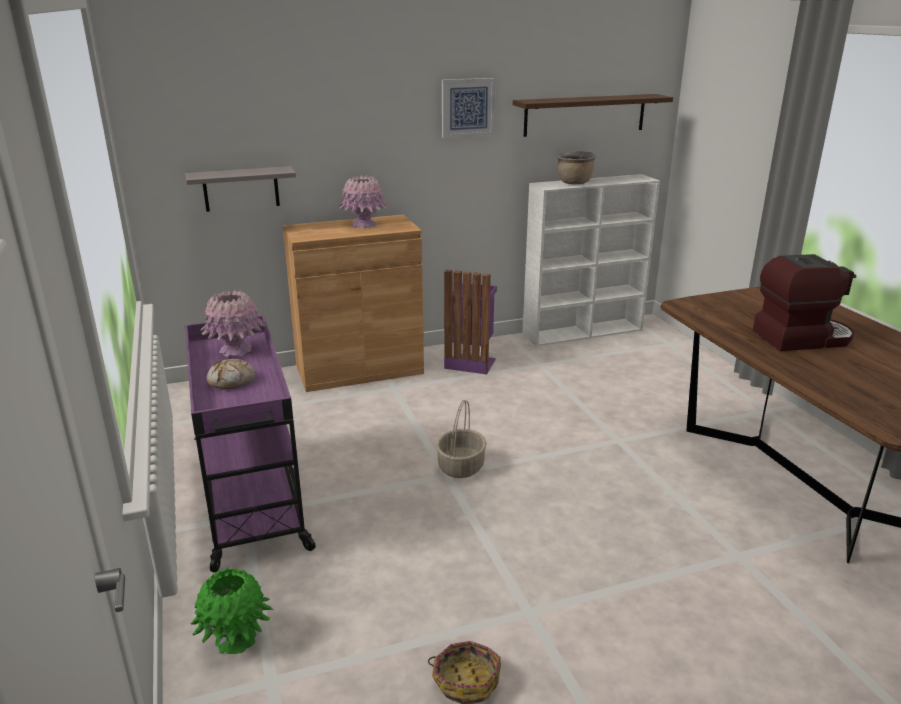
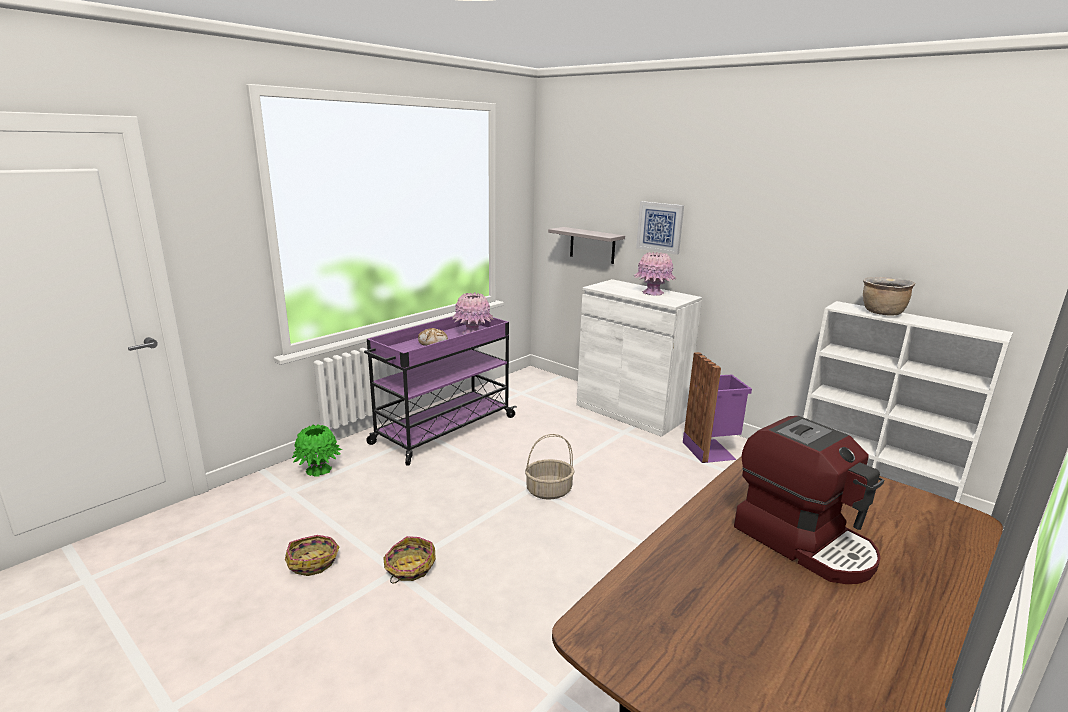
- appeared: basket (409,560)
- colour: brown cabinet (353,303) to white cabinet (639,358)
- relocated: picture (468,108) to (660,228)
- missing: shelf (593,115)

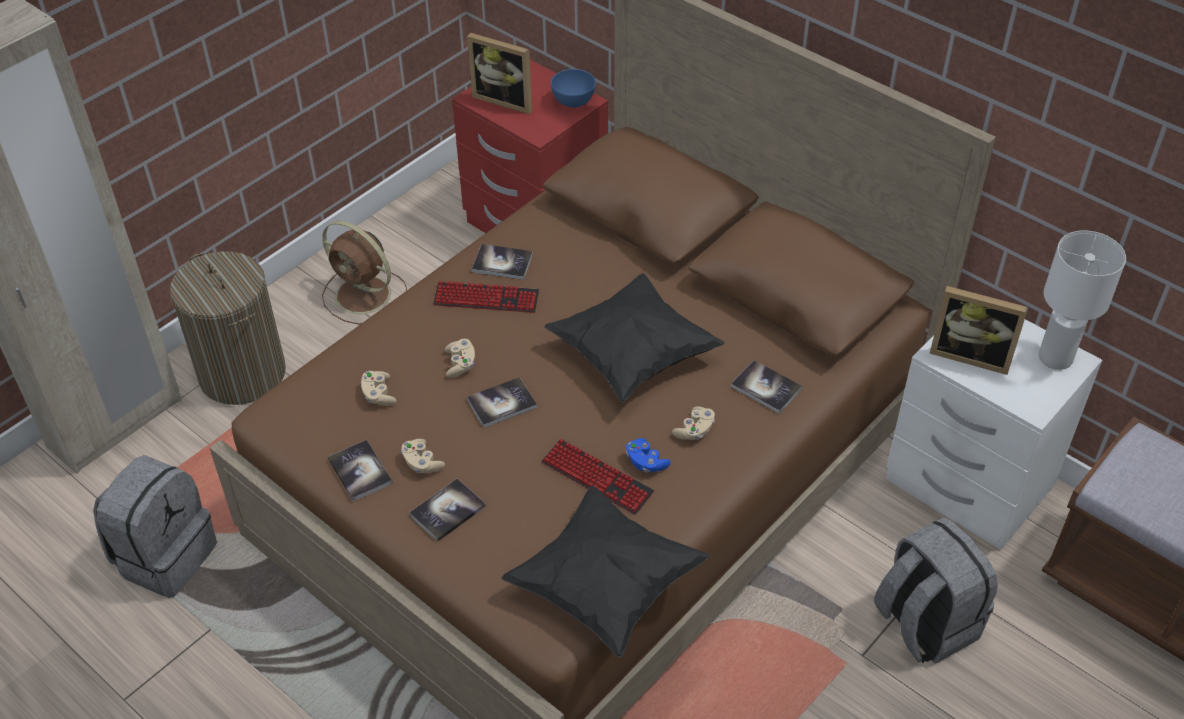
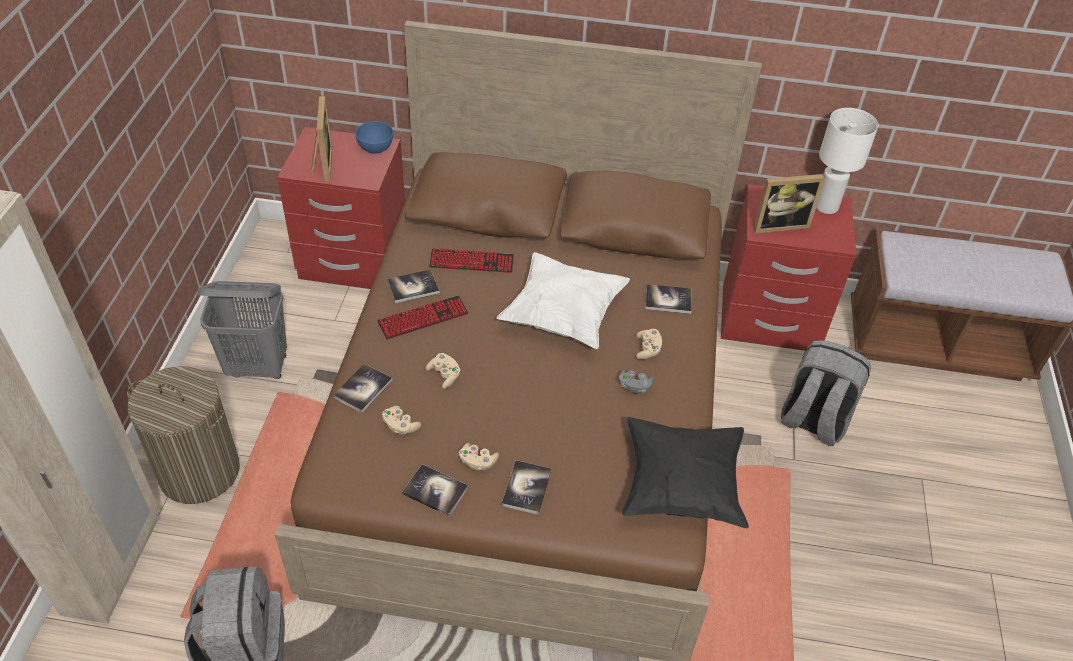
- exchanged: brown fan (364,273) to grey laundry basket (242,330)
- spun: picture frame (499,73) = (321,138) 90 degrees counterclockwise
- relocated: book (502,402) to (363,388)
- relocated: keyboard (597,477) to (471,260)
- colour: black pillow (634,337) to white pillow (563,300)
- colour: blue game controller (648,455) to grey game controller (636,381)
- colour: white nightstand (994,434) to red nightstand (788,267)

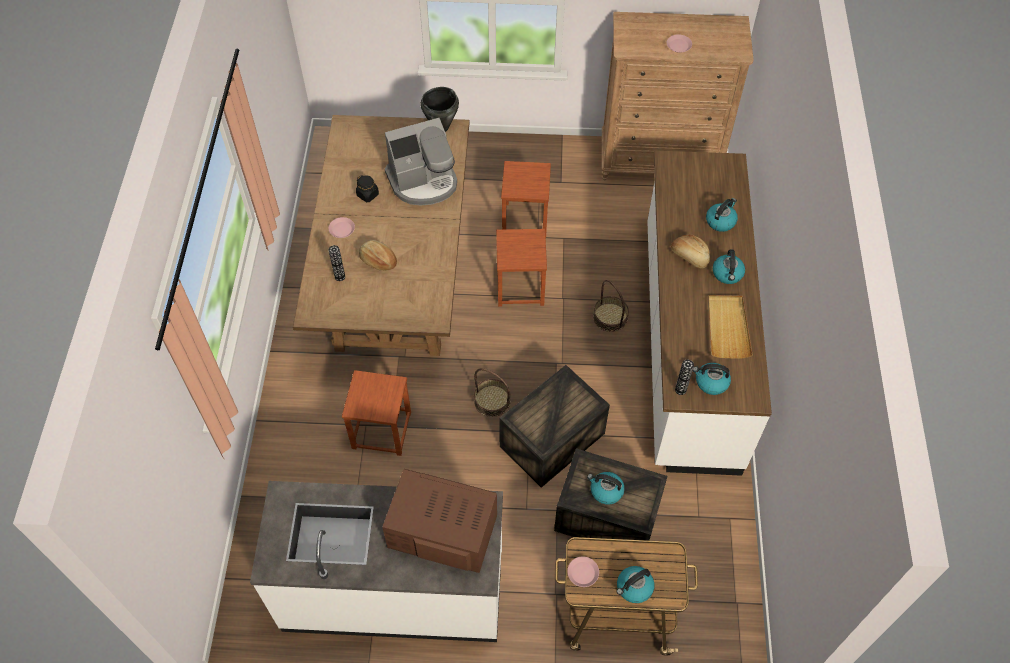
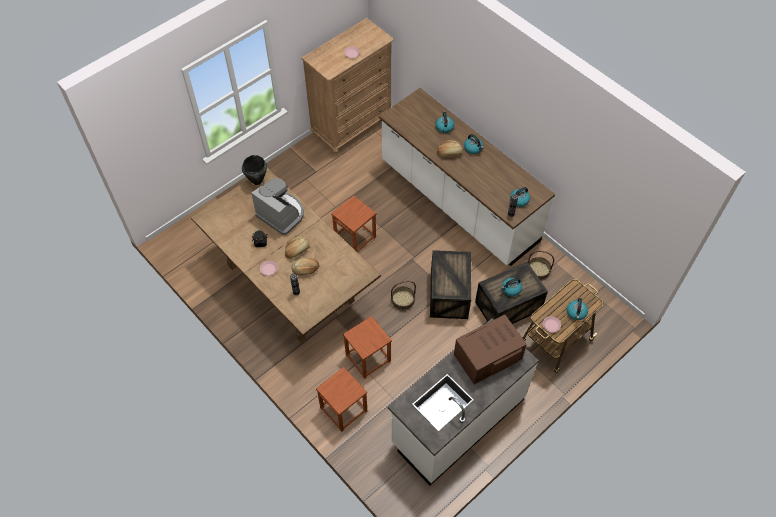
- spun: coffee machine (421,162) = (277,206) 75 degrees counterclockwise
- appeared: bread (297,248)
- relocated: brown stool (526,199) to (341,399)
- relocated: basket (611,306) to (541,265)
- missing: beige tray (730,326)

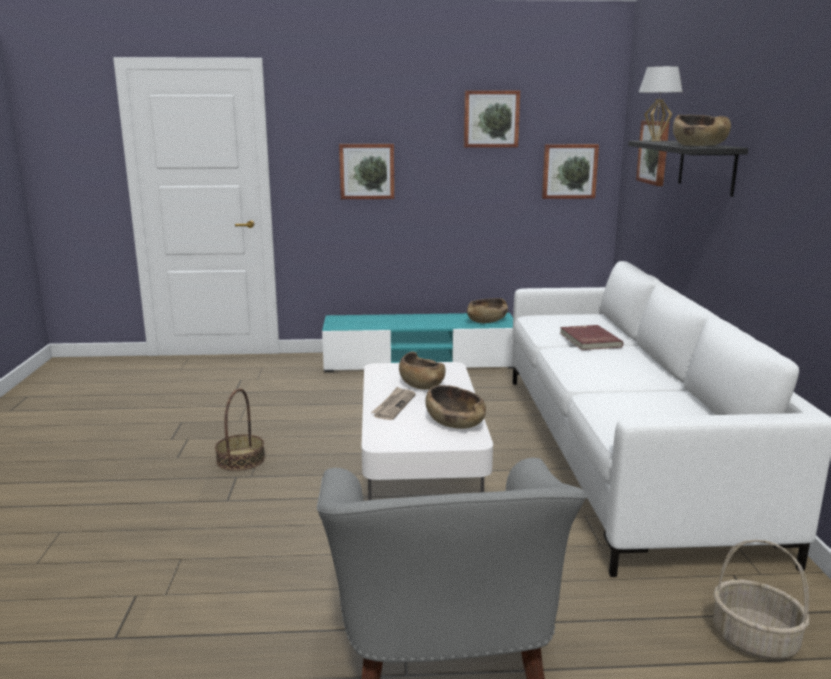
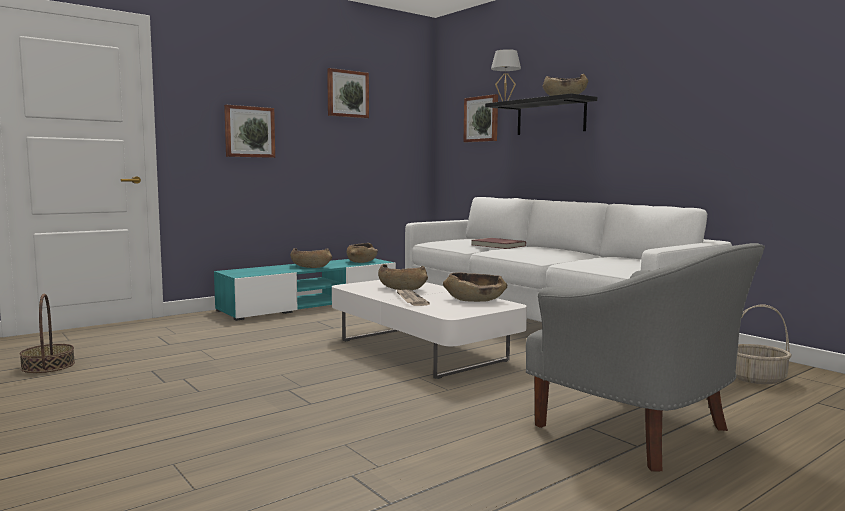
- relocated: basket (240,429) to (47,333)
- appeared: brown bowl (311,258)
- missing: picture (570,171)

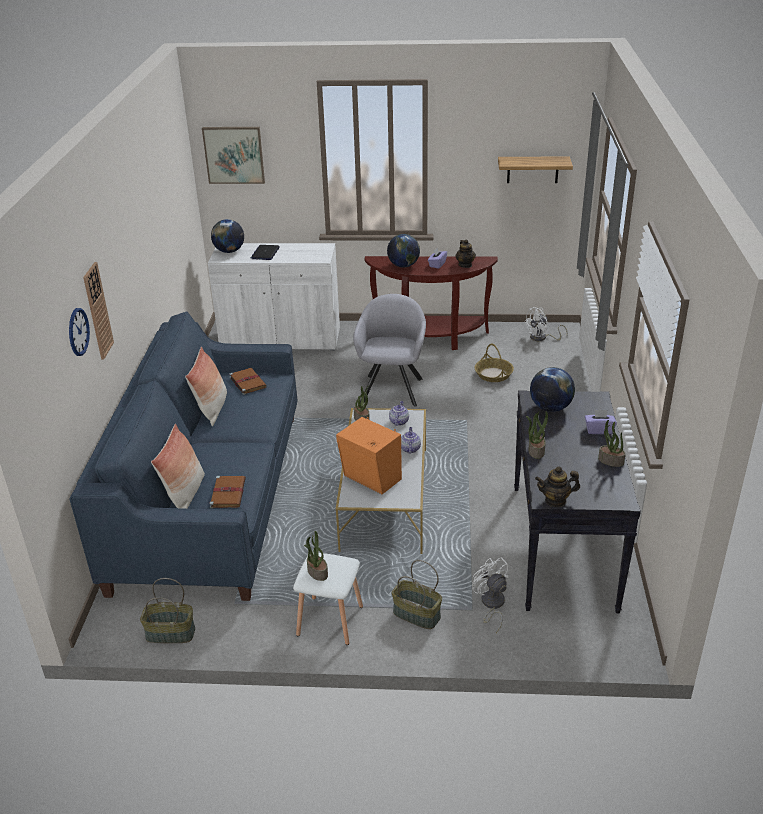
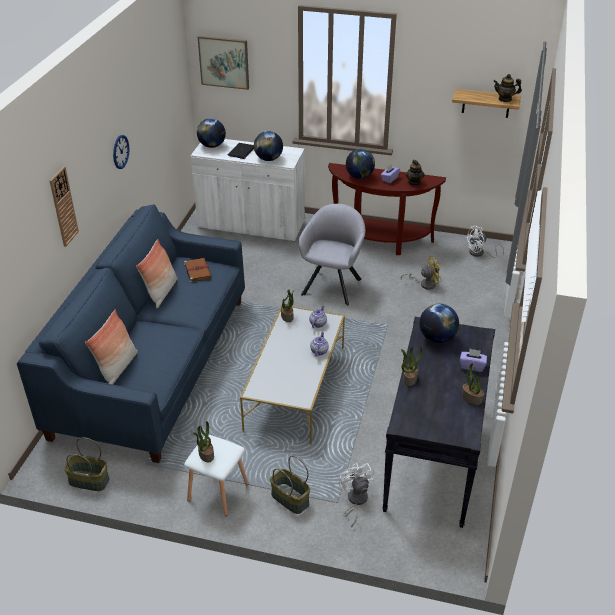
- relocated: wall clock (79,332) to (121,152)
- appeared: globe (268,146)
- exchanged: basket (494,363) to yellow fan (421,273)
- relocated: teapot (557,487) to (507,88)
- missing: brown book (227,492)
- missing: orange speaker (369,455)

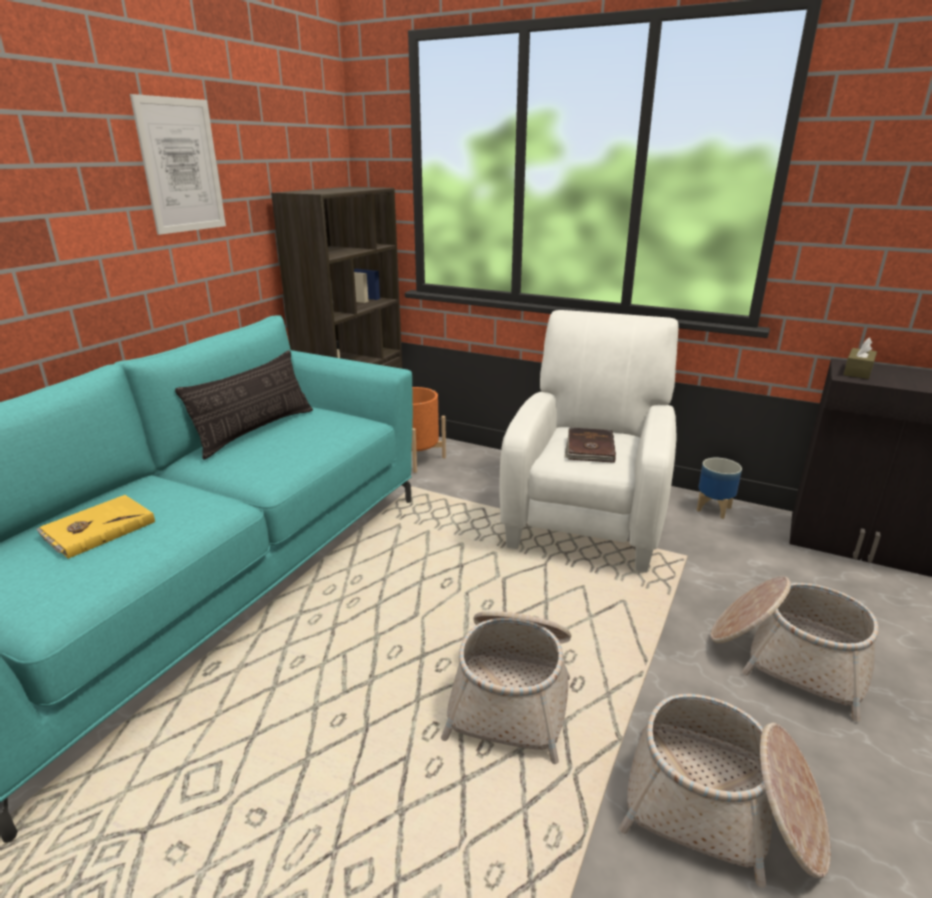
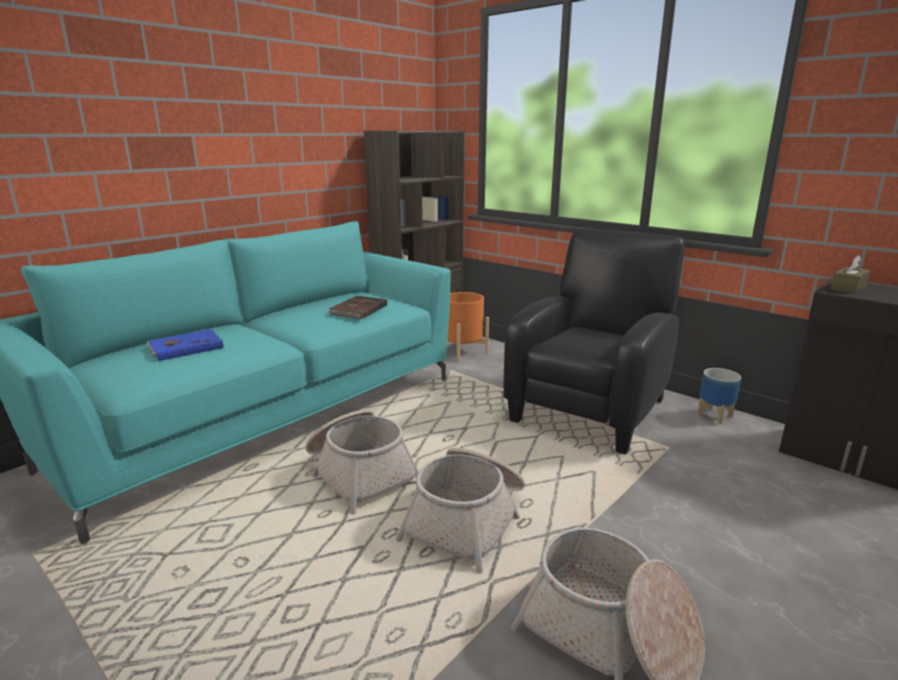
- colour: yellow book (95,527) to blue book (185,345)
- relocated: basket (794,649) to (362,462)
- relocated: brown book (590,445) to (357,307)
- colour: white armchair (589,441) to black armchair (594,341)
- missing: picture (178,164)
- missing: pillow (244,405)

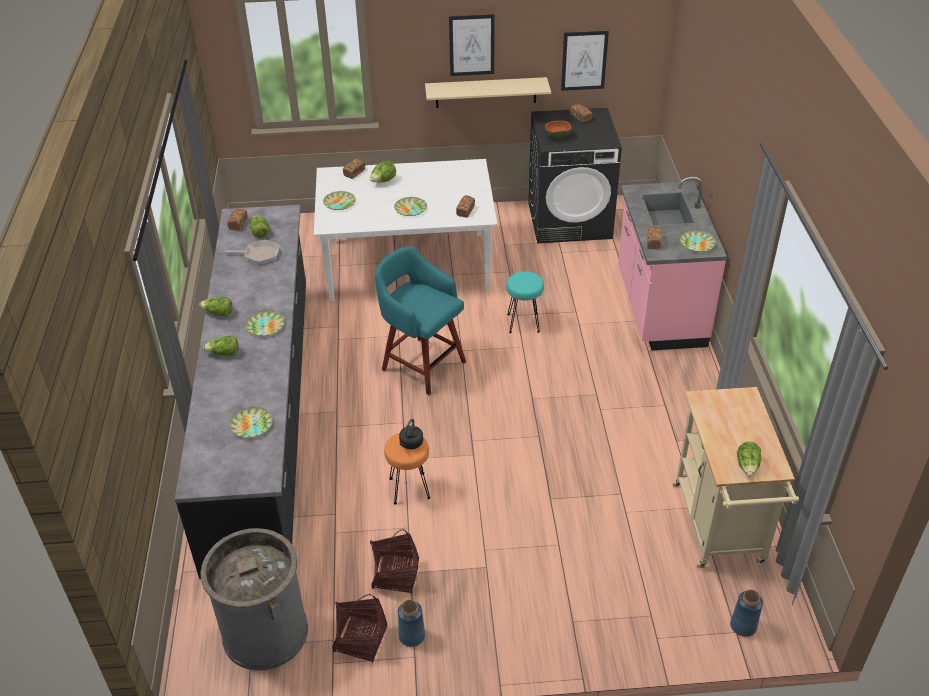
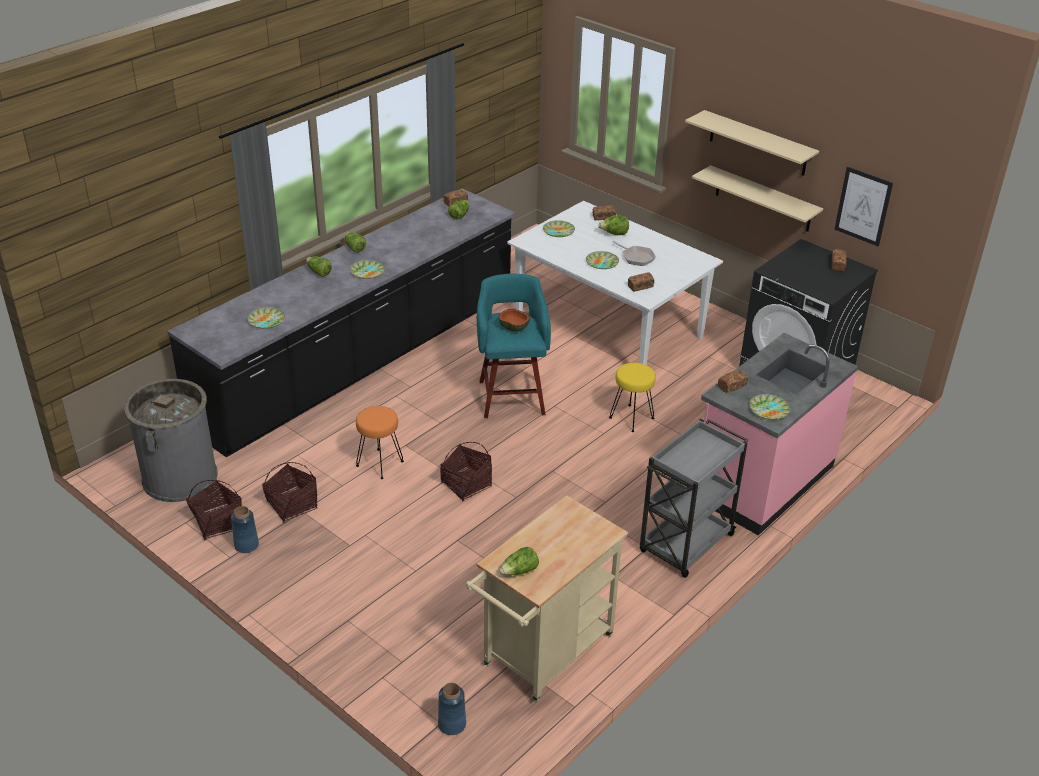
- appeared: basket (466,472)
- relocated: bowl (558,129) to (514,320)
- colour: turquoise stool (525,302) to yellow stool (632,397)
- relocated: frying pan (251,252) to (634,253)
- appeared: grey cart (694,498)
- exchanged: picture (472,45) to beige shelf (752,143)
- missing: black kettle (411,434)

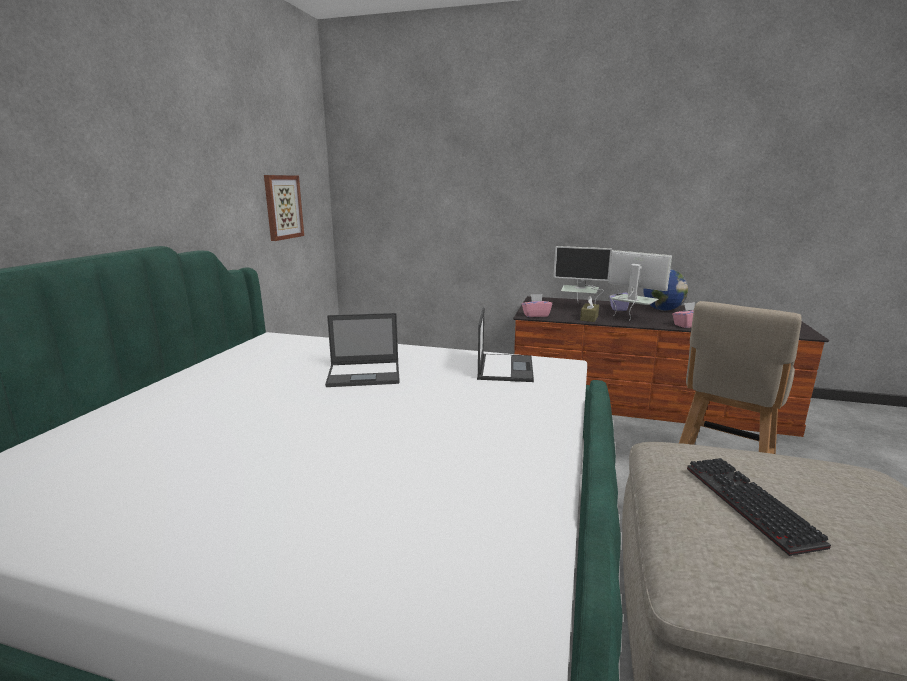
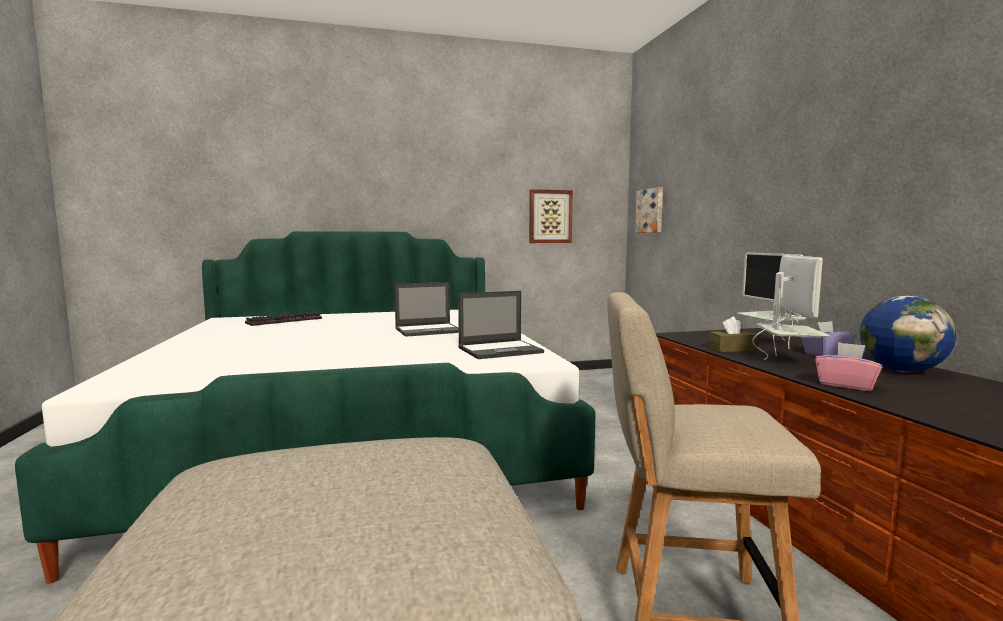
- relocated: keyboard (759,507) to (283,319)
- spun: laptop (362,350) = (426,309) 75 degrees counterclockwise
- appeared: picture (649,210)
- missing: pink tissue box (537,305)

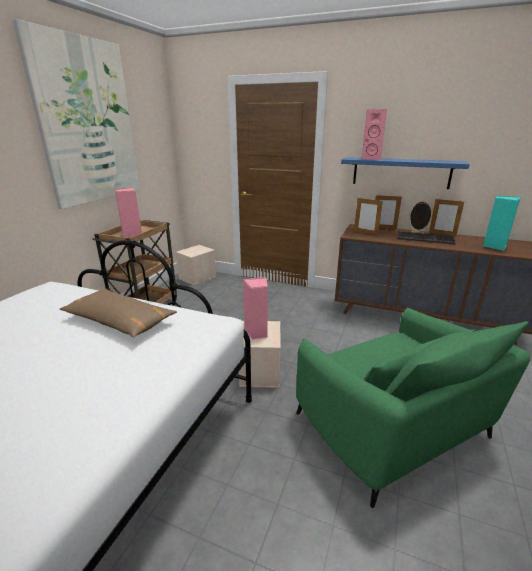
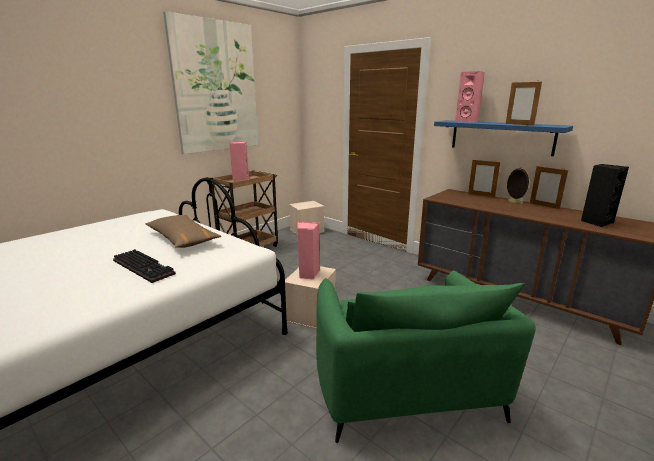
- relocated: keyboard (426,237) to (144,266)
- relocated: picture frame (368,216) to (524,103)
- colour: turquoise speaker (502,223) to black speaker (605,195)

